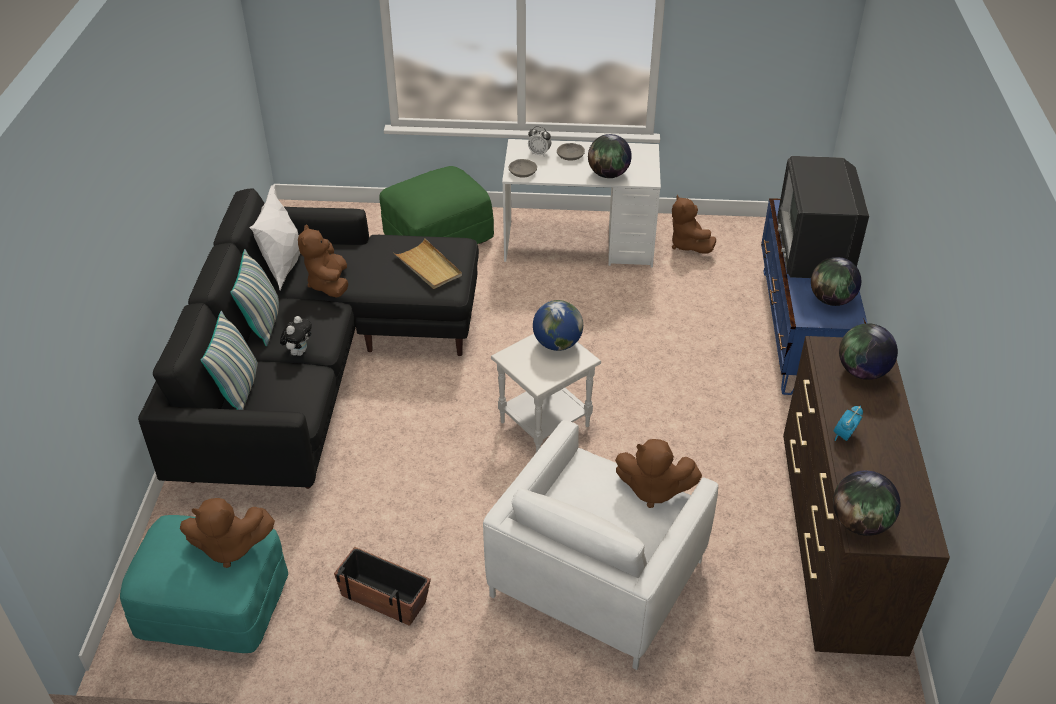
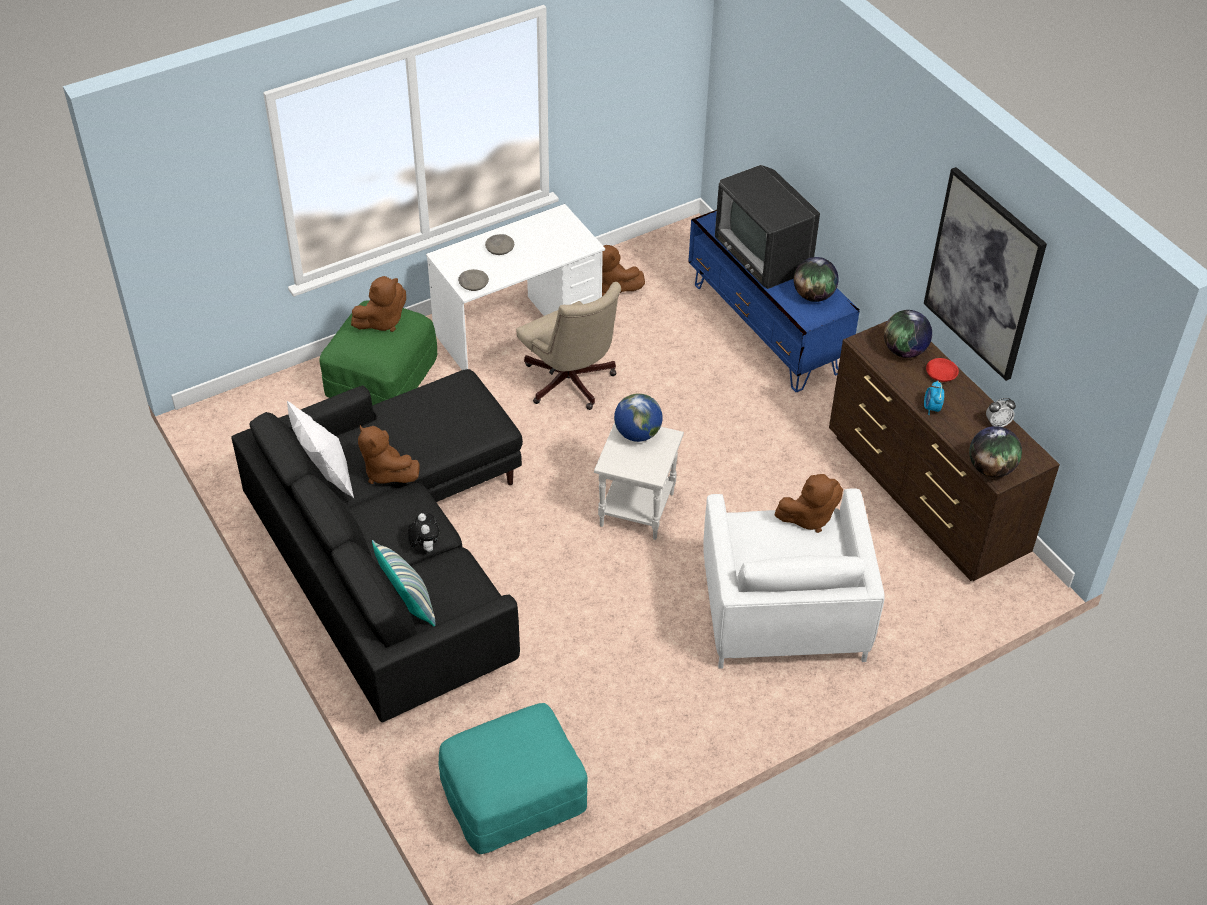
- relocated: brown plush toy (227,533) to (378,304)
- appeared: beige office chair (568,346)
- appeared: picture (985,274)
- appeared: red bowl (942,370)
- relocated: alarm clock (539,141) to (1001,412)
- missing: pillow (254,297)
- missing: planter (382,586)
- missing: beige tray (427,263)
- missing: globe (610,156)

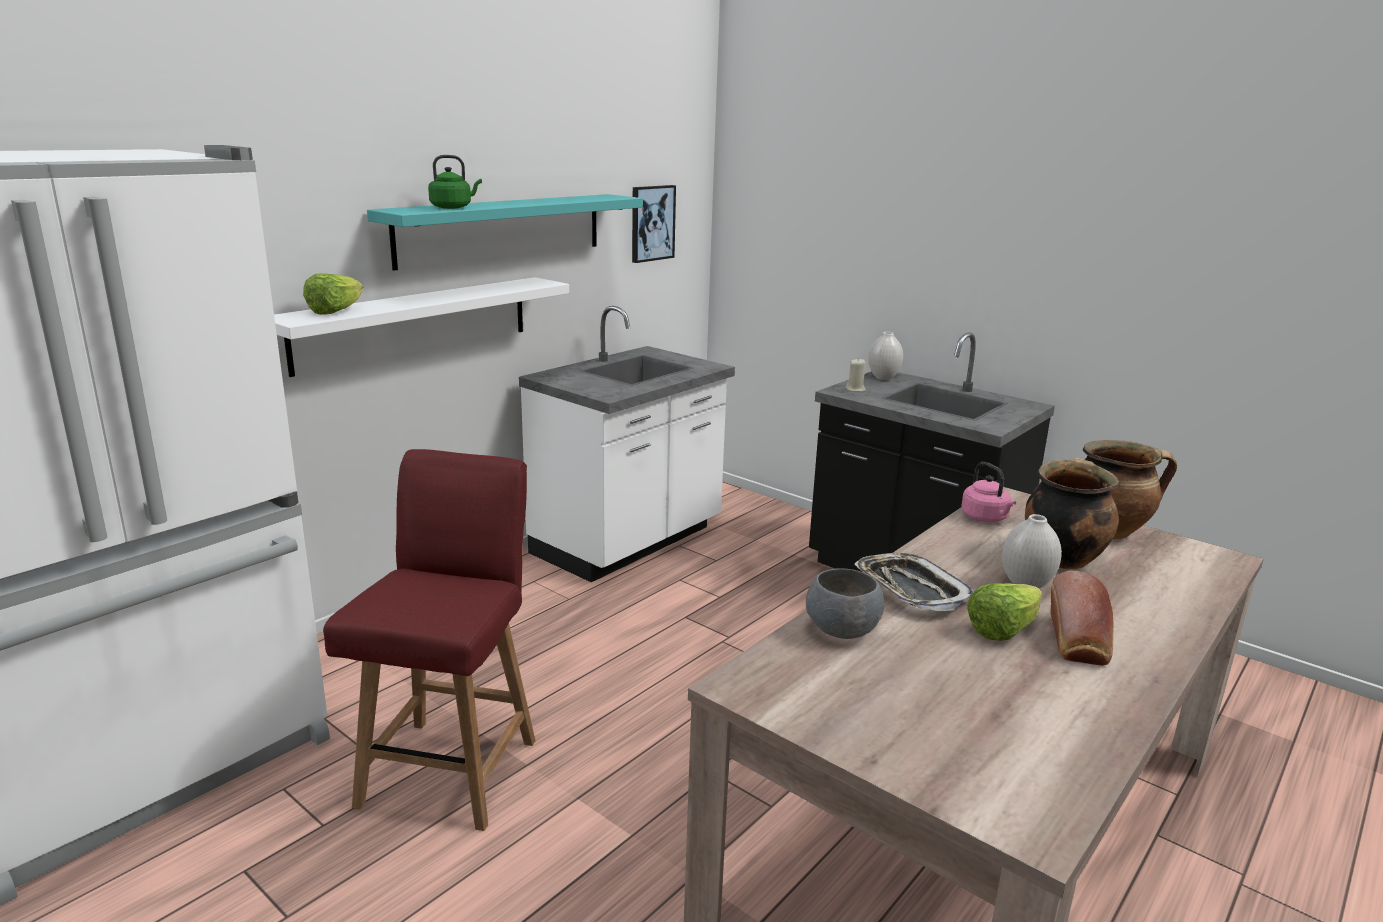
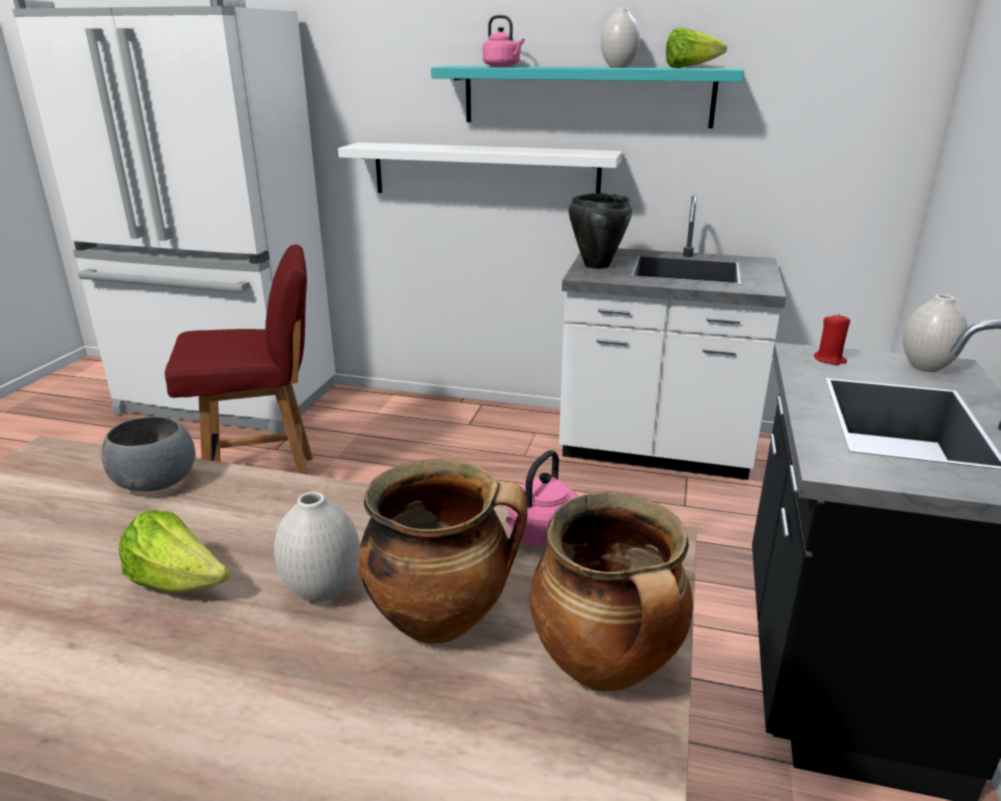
- colour: green kettle (455,182) to pink kettle (504,41)
- appeared: black cooking pot (600,231)
- appeared: white vase (620,38)
- relocated: lettuce (333,294) to (696,47)
- colour: beige candle (856,375) to red candle (832,339)
- missing: picture (654,224)
- missing: tray (914,582)
- missing: bread (1082,618)

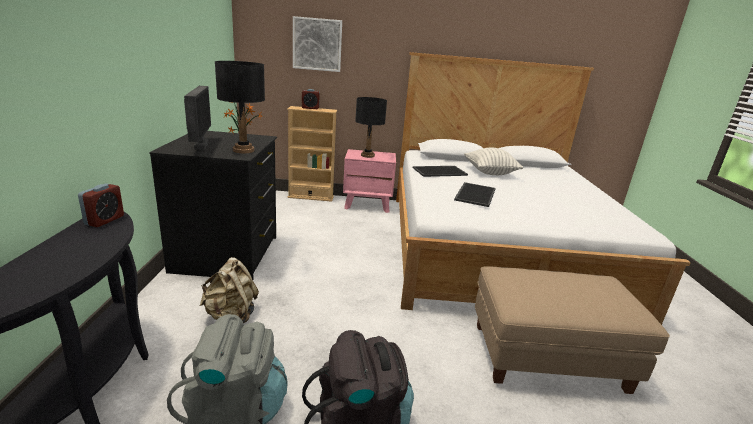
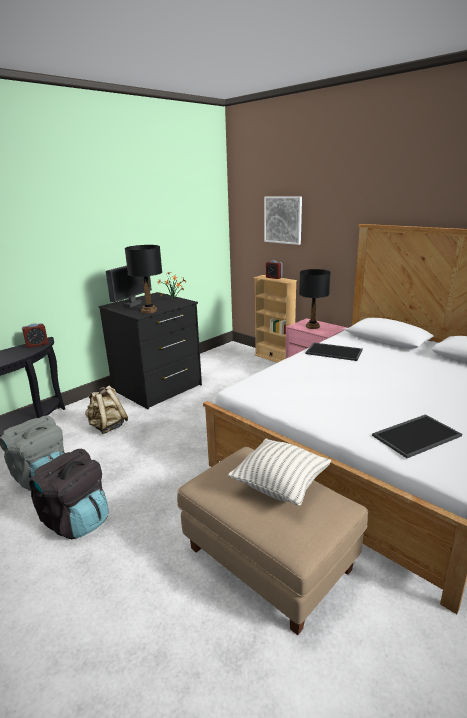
- relocated: pillow (493,161) to (279,472)
- relocated: tray (475,194) to (417,436)

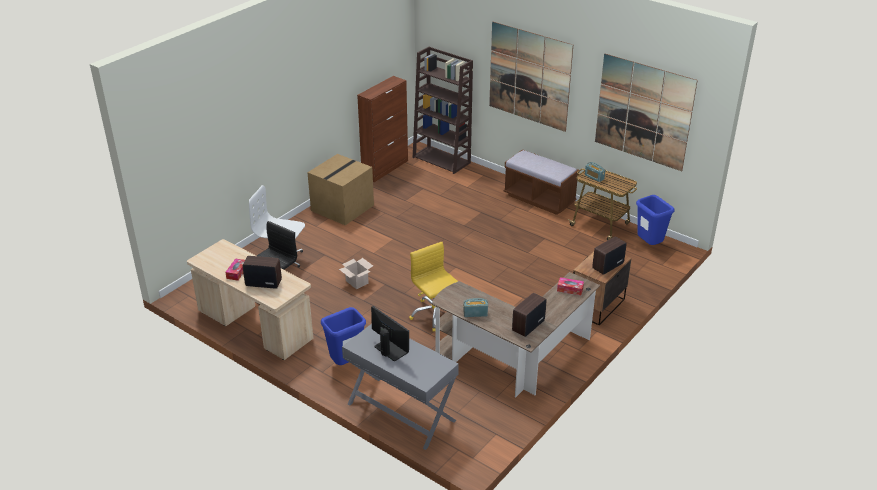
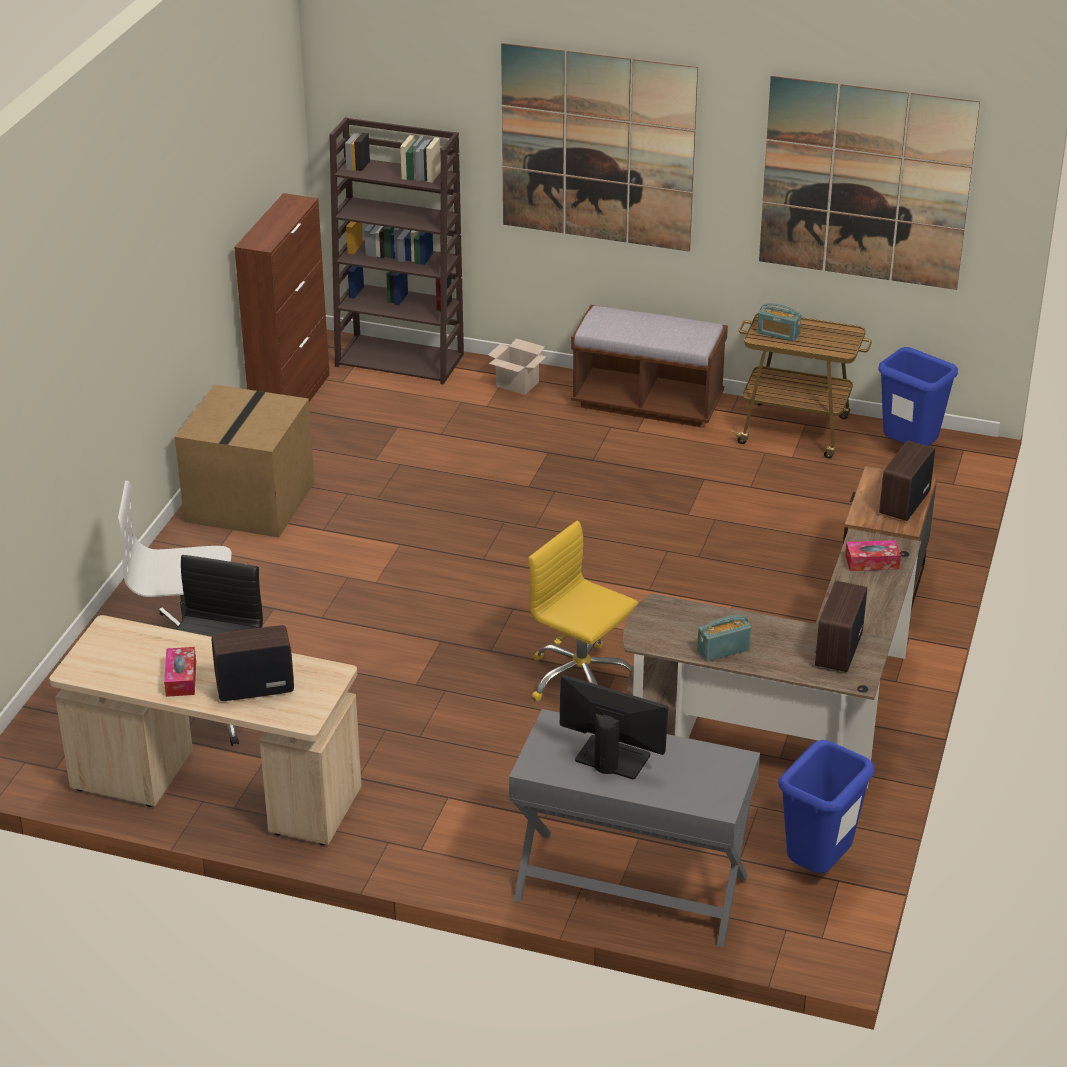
- relocated: cardboard box (356,273) to (517,367)
- relocated: blue trash can (343,336) to (826,806)

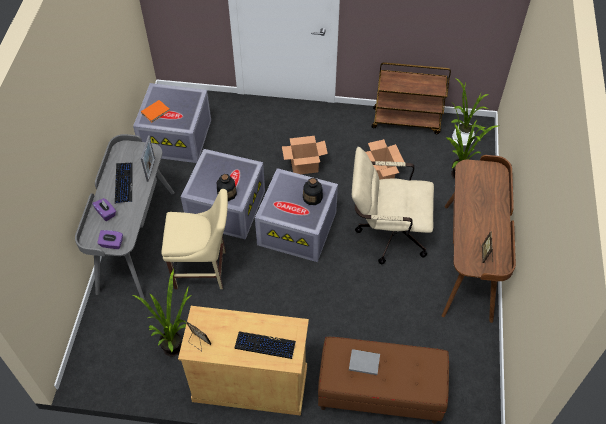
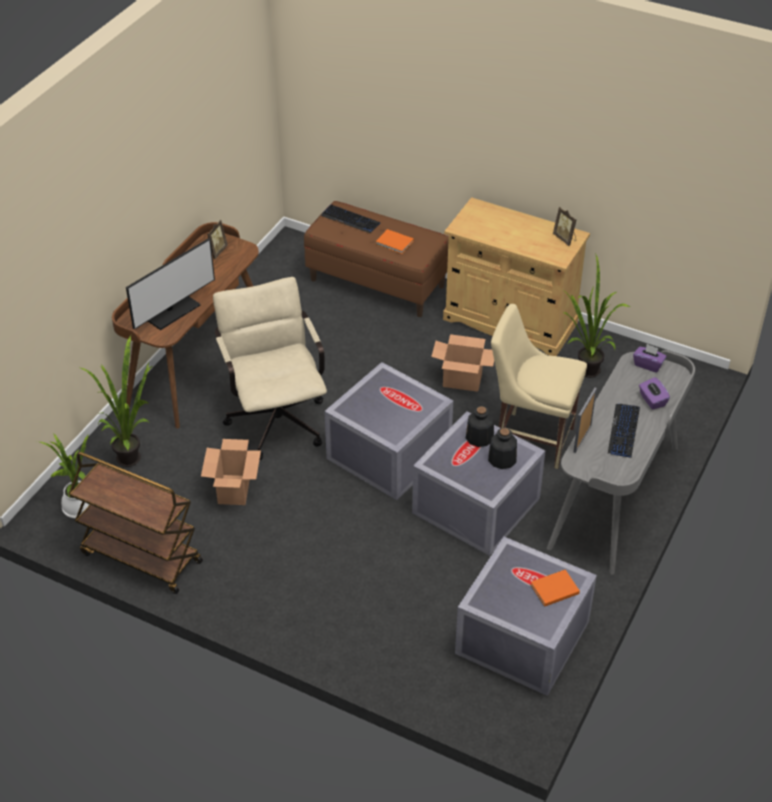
- appeared: monitor (170,284)
- spun: beige office chair (393,205) = (270,368) 135 degrees counterclockwise
- relocated: keyboard (265,345) to (350,218)
- colour: grey book (364,362) to orange book (395,241)
- relocated: cardboard box (305,155) to (462,363)
- relocated: bottle (313,191) to (502,448)

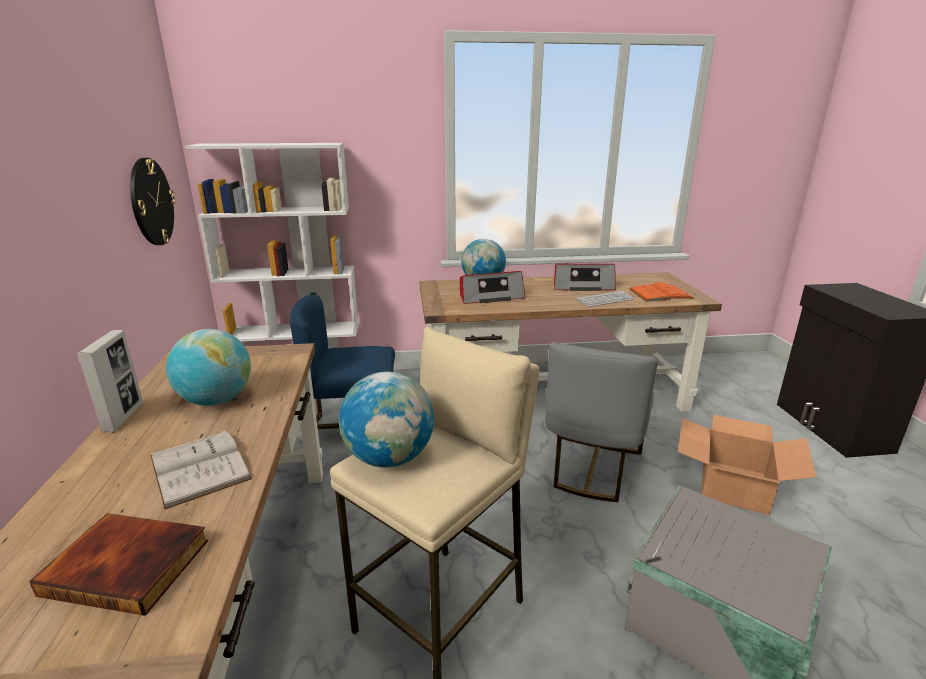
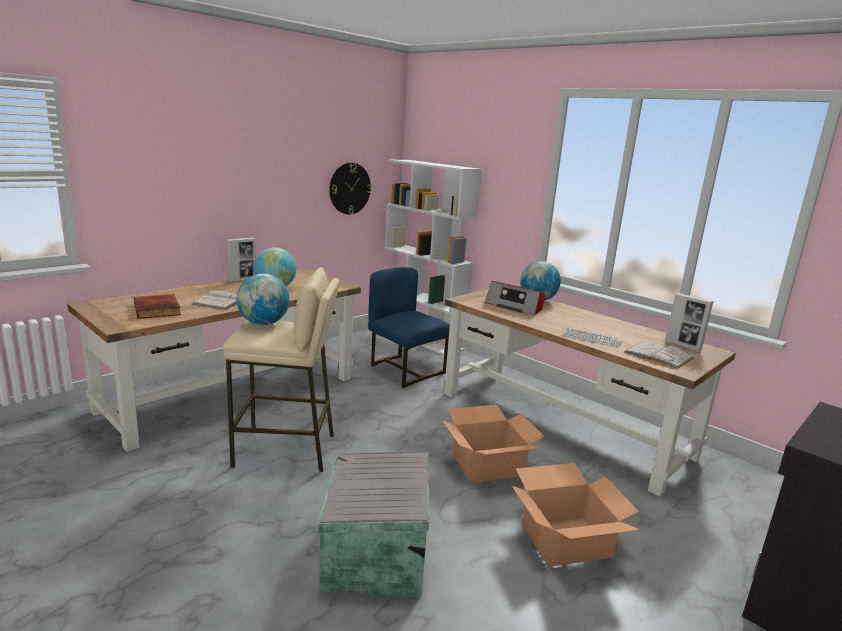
- exchanged: grey chair (602,422) to cardboard box (493,444)
- colour: orange book (662,291) to white book (659,355)
- appeared: picture frame (689,322)
- missing: radio (585,277)

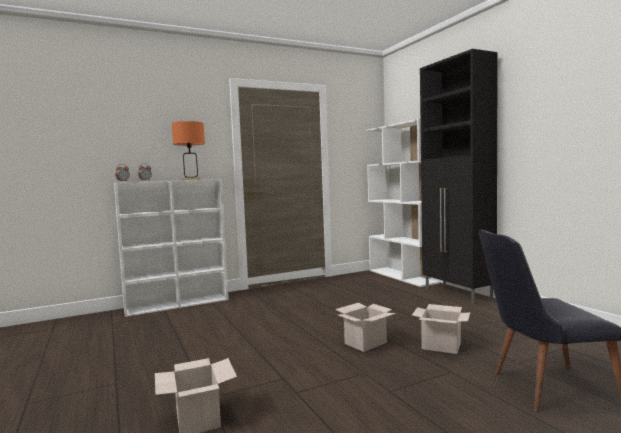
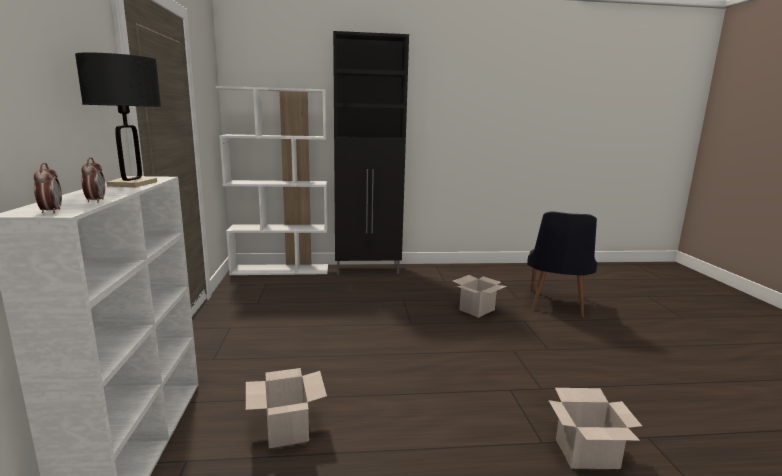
- colour: orange table lamp (188,150) to black table lamp (118,119)
- relocated: cardboard box (365,327) to (286,408)

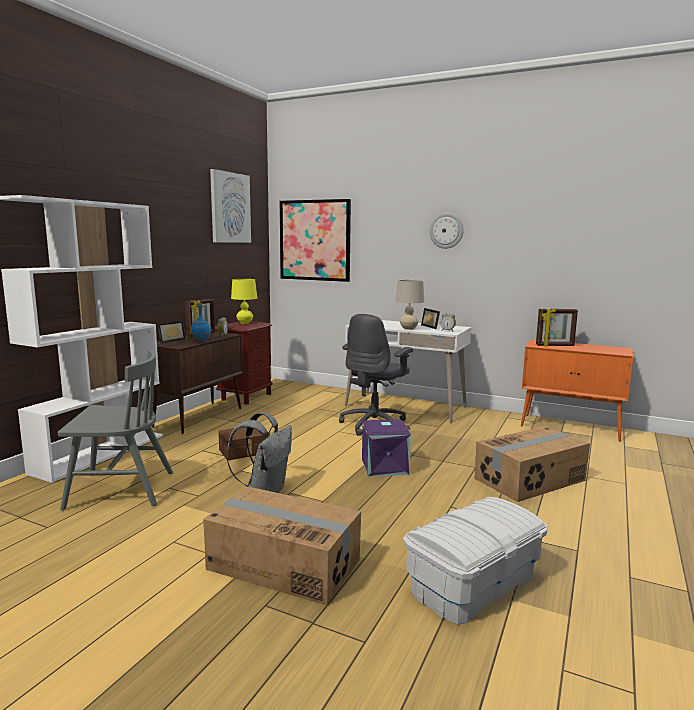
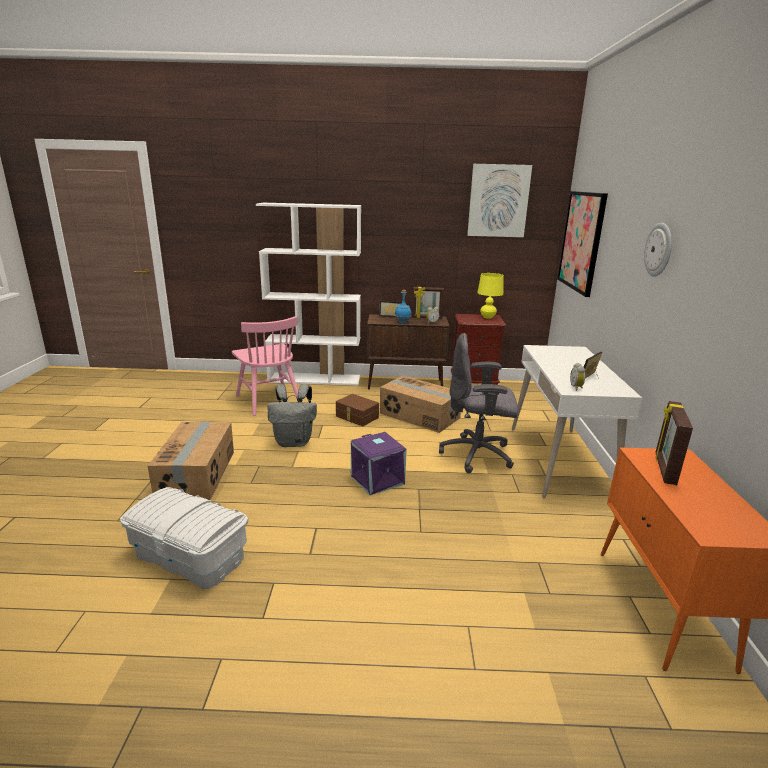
- colour: grey chair (115,429) to pink chair (265,366)
- relocated: cardboard box (532,464) to (421,404)
- spun: picture frame (557,327) = (674,443) 45 degrees clockwise
- missing: beige table lamp (409,305)

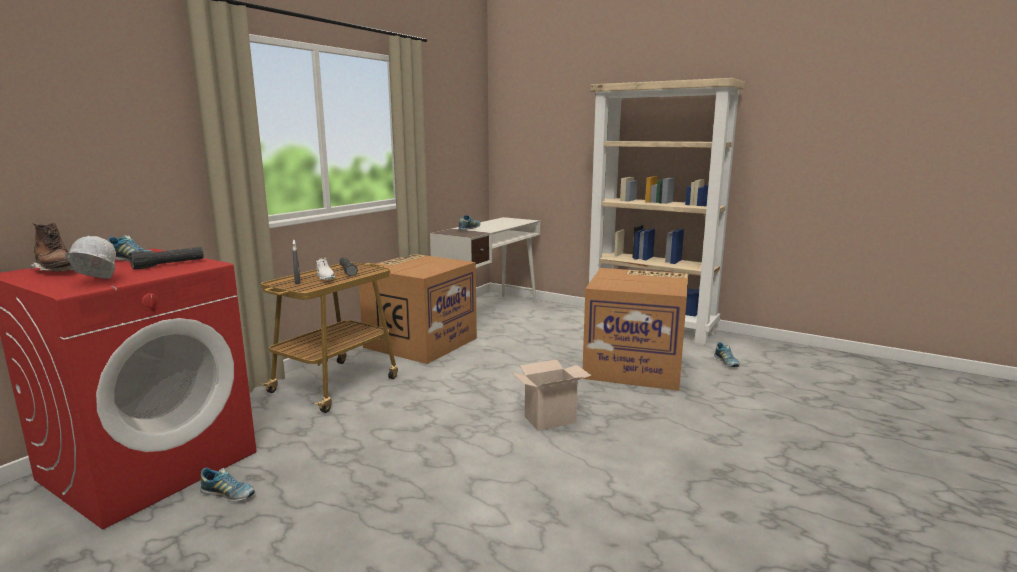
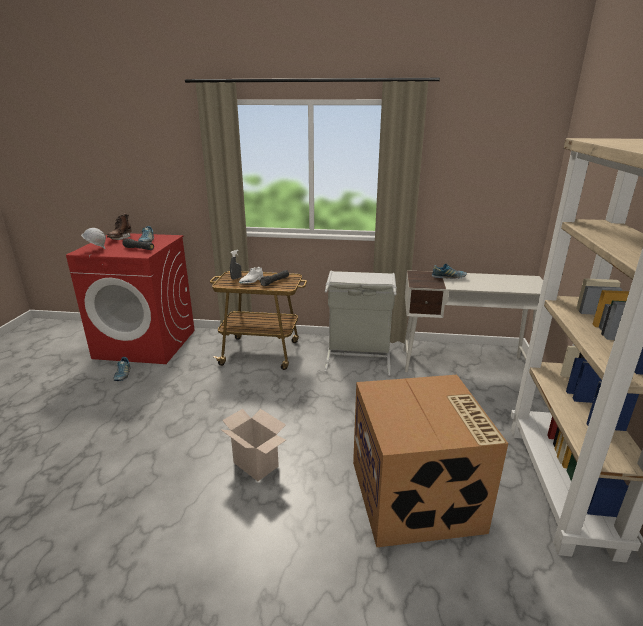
- exchanged: cardboard box (418,309) to grey laundry basket (361,323)
- missing: shoe (727,354)

